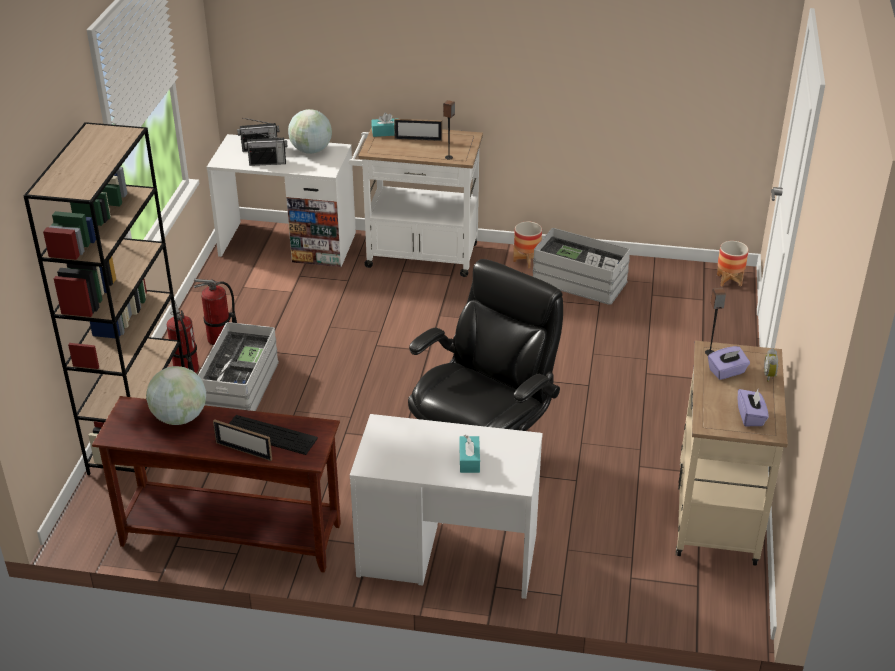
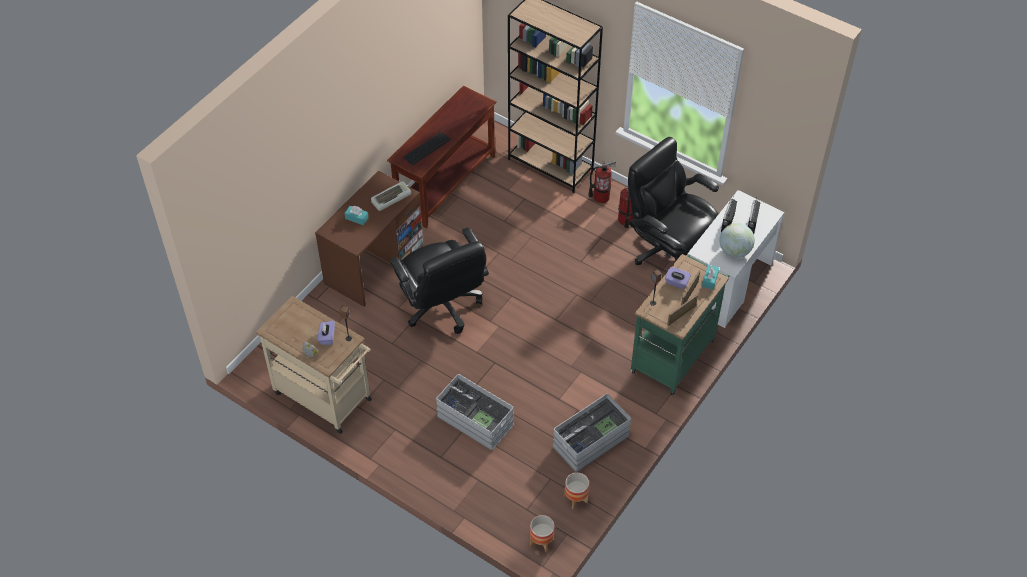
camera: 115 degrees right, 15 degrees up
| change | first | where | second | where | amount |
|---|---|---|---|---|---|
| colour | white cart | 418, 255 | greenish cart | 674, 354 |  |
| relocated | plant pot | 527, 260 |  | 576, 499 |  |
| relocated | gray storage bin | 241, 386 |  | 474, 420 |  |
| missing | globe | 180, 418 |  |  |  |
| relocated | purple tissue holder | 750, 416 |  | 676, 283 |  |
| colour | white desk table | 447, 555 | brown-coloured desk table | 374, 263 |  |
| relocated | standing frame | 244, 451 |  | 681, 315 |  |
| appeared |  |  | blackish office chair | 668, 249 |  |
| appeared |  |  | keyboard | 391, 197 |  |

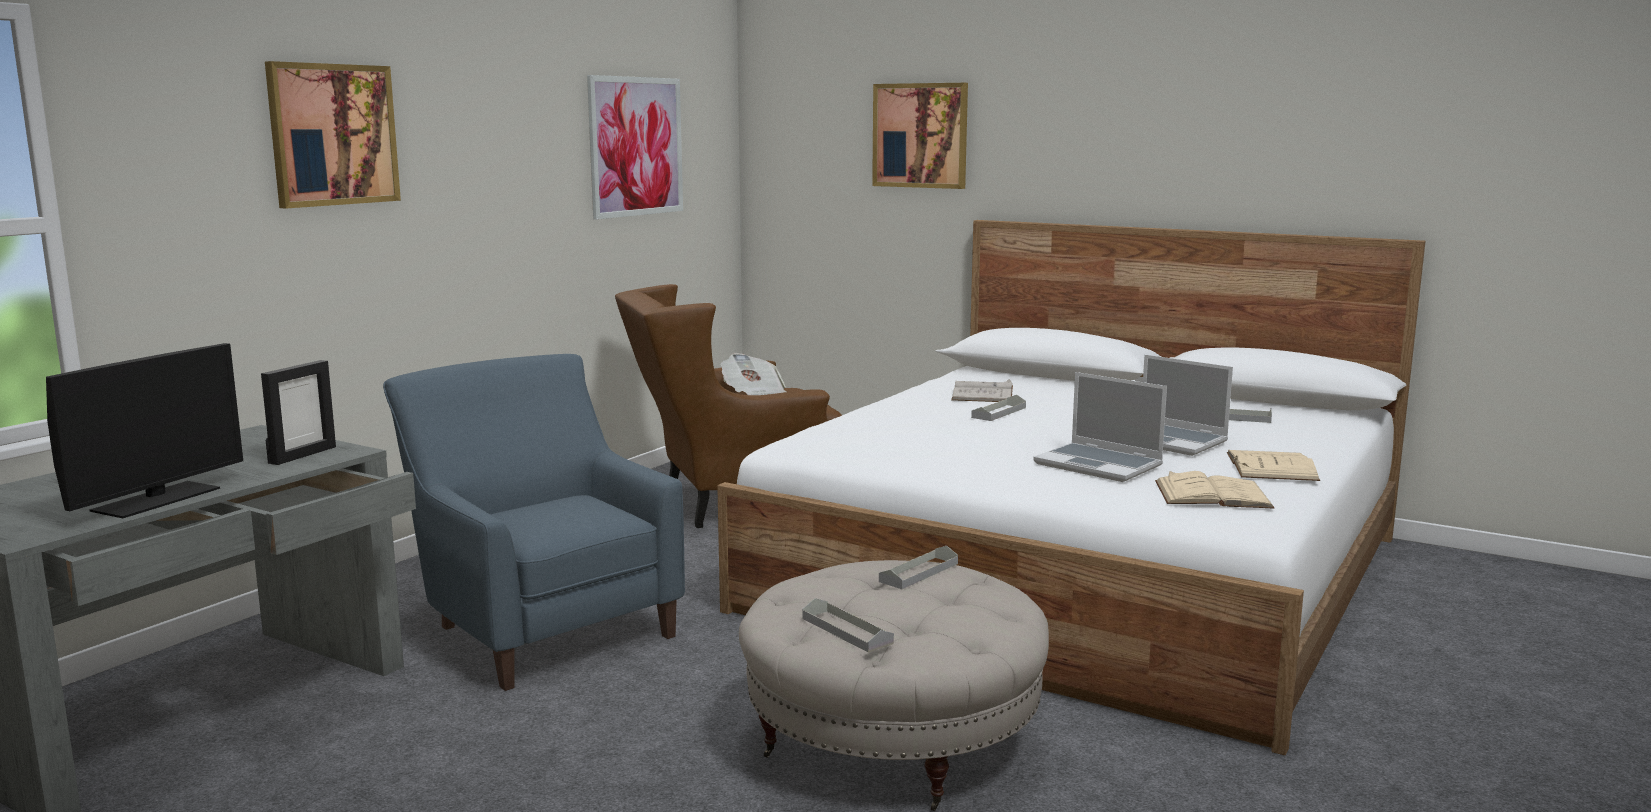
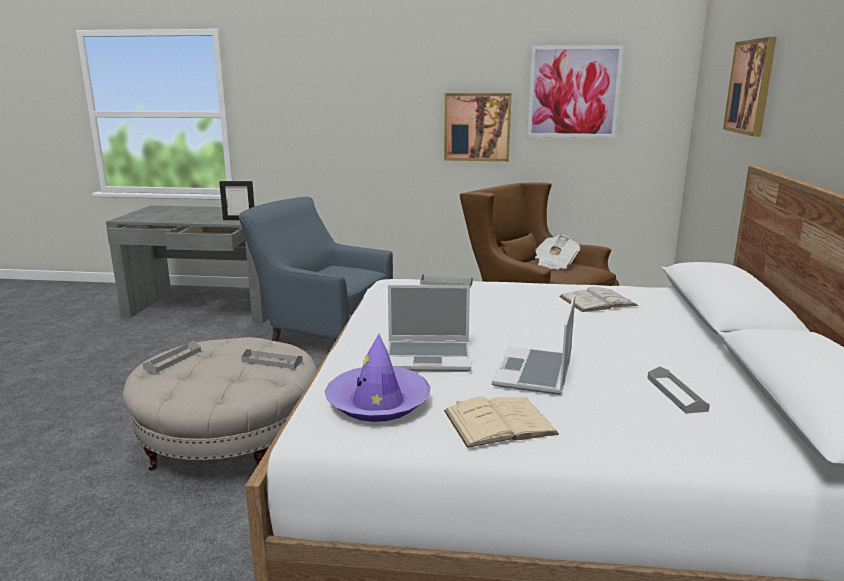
camera: 65 degrees right, 5 degrees up
| change | first | where | second | where | amount |
|---|---|---|---|---|---|
| relocated | wall picture | 333, 134 |  | 477, 127 |  |
| missing | monitor | 156, 499 |  |  |  |
| spun | blue-coloured armchair | 539, 626 |  | 320, 333 | 90 degrees counterclockwise |
| spun | portable computer | 1100, 465 |  | 429, 357 | 105 degrees counterclockwise |
| relocated | gray tray | 999, 412 |  | 446, 283 |  |
| exchanged | beige book | 1212, 494 | purple clothing hat | 378, 402 |  |

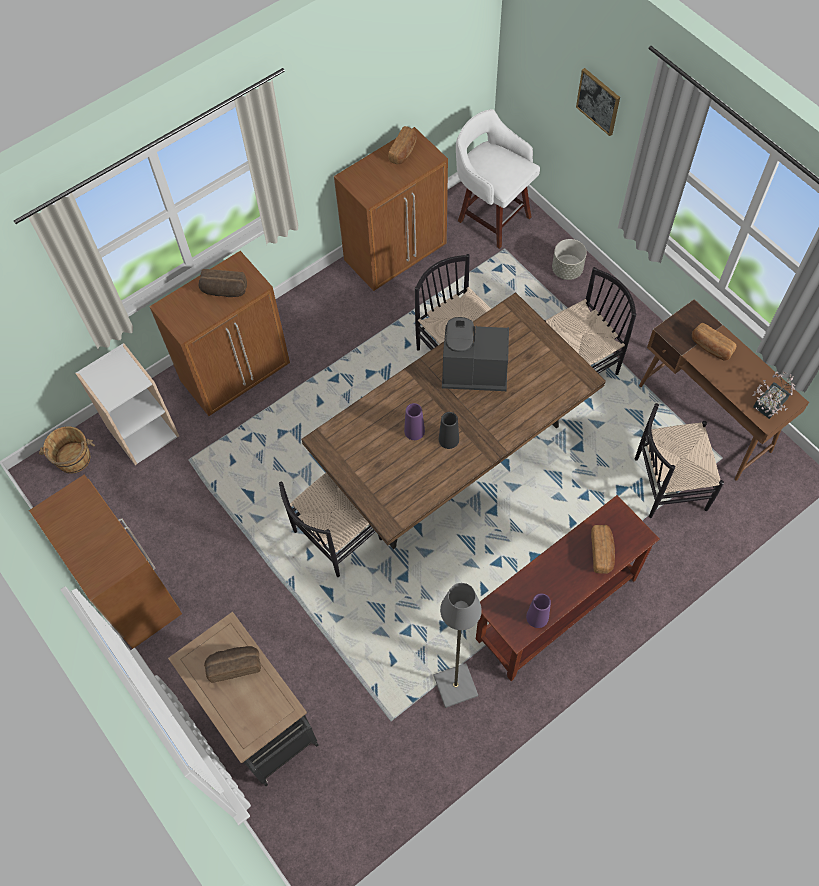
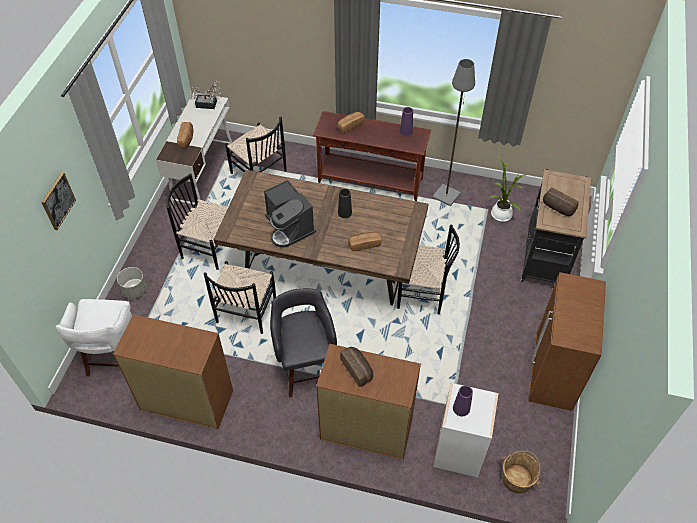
camera: 130 degrees left, 10 degrees down
| change | first | where | second | where | amount |
|---|---|---|---|---|---|
| relocated | baked bread | 404, 151 |  | 364, 244 |  |
| colour | brown-coloured desk table | 705, 418 | white desk table | 204, 177 |  |
| relocated | purple flower vase | 414, 431 |  | 461, 408 |  |
| appeared |  |  | potted plant | 500, 213 |  |
| appeared |  |  | gray stool seat | 306, 369 |  |

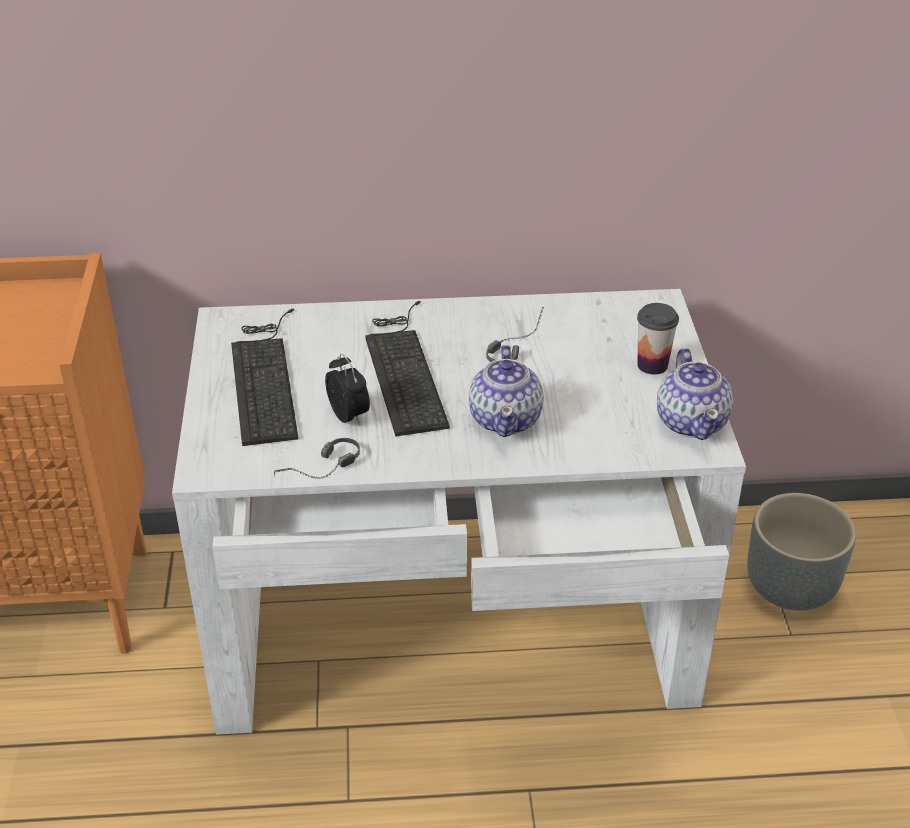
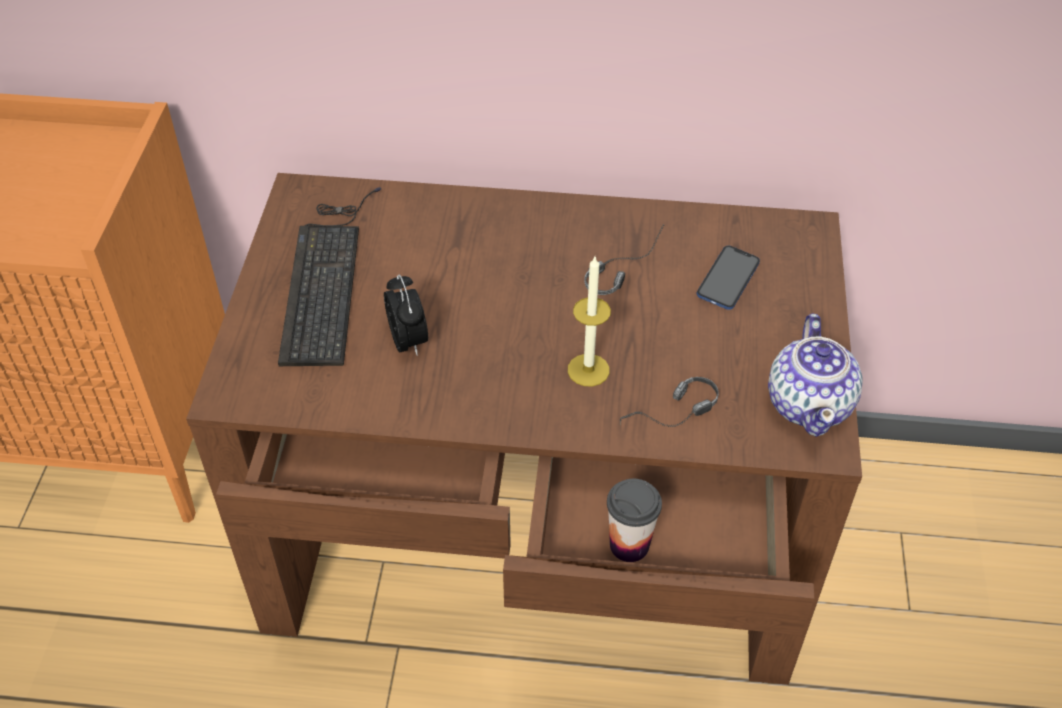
camera: 10 degrees right, 10 degrees up
| change | first | where | second | where | amount |
|---|---|---|---|---|---|
| colour | white desk table | 458, 639 | brown-coloured desk table | 537, 558 |  |
| missing | keyboard | 404, 369 |  |  |  |
| relocated | small cup | 652, 365 |  | 629, 545 |  |
| exchanged | pot for tea | 506, 419 | candle | 588, 370 |  |
| relocated | headset | 320, 472 |  | 670, 418 |  |
| missing | gray plant pot | 790, 588 |  |  |  |
| appeared |  |  | phone | 728, 279 |  |

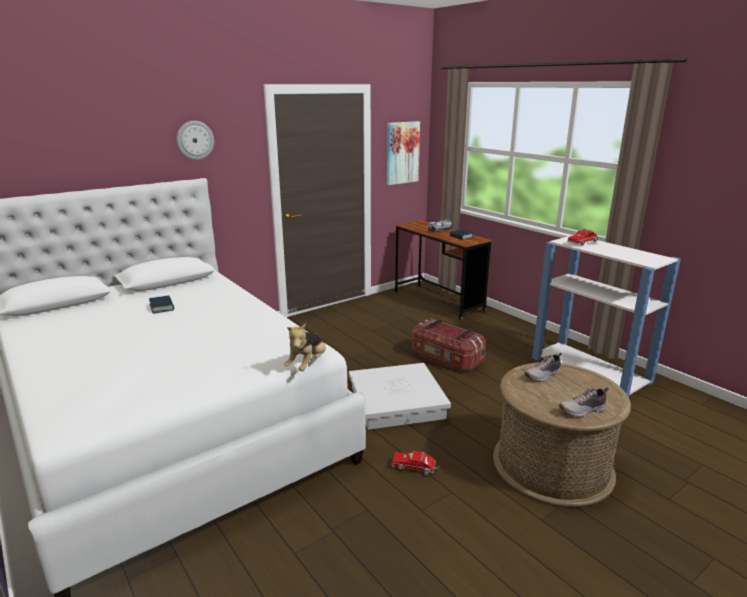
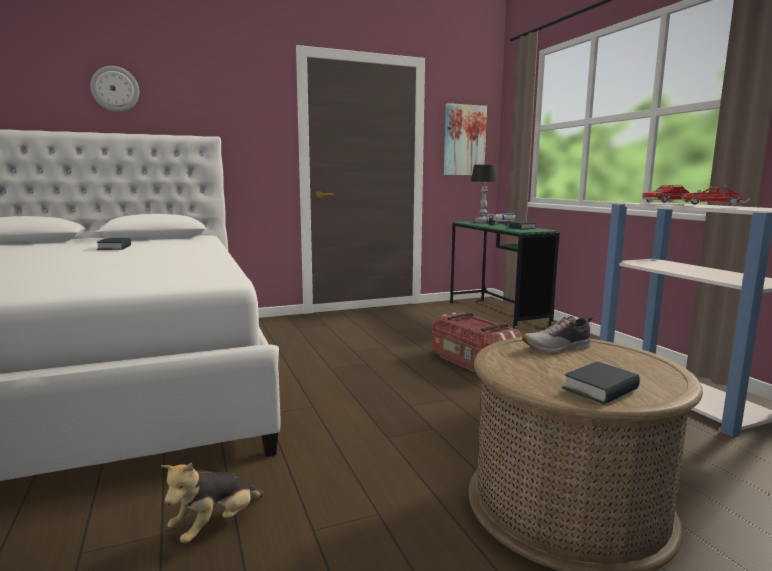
camera: 15 degrees right, 10 degrees down
| change | first | where | second | where | amount |
|---|---|---|---|---|---|
| relocated | wall clock | 195, 140 |  | 115, 89 |  |
| colour | brown-coloured desk table | 438, 301 | greenish desk table | 497, 314 |  |
| relocated | plush toy | 307, 364 |  | 215, 525 |  |
| missing | white storage bin | 397, 402 |  |  |  |
| exchanged | item of footwear | 583, 410 | book | 600, 389 |  |
| relocated | toy lorry | 416, 468 |  | 713, 206 |  |
| appeared |  |  | tabletop lamp | 483, 222 |  |

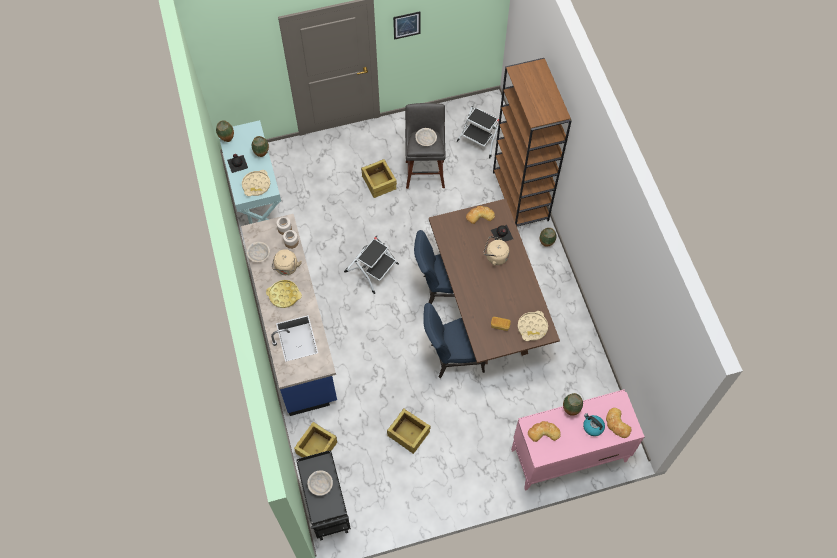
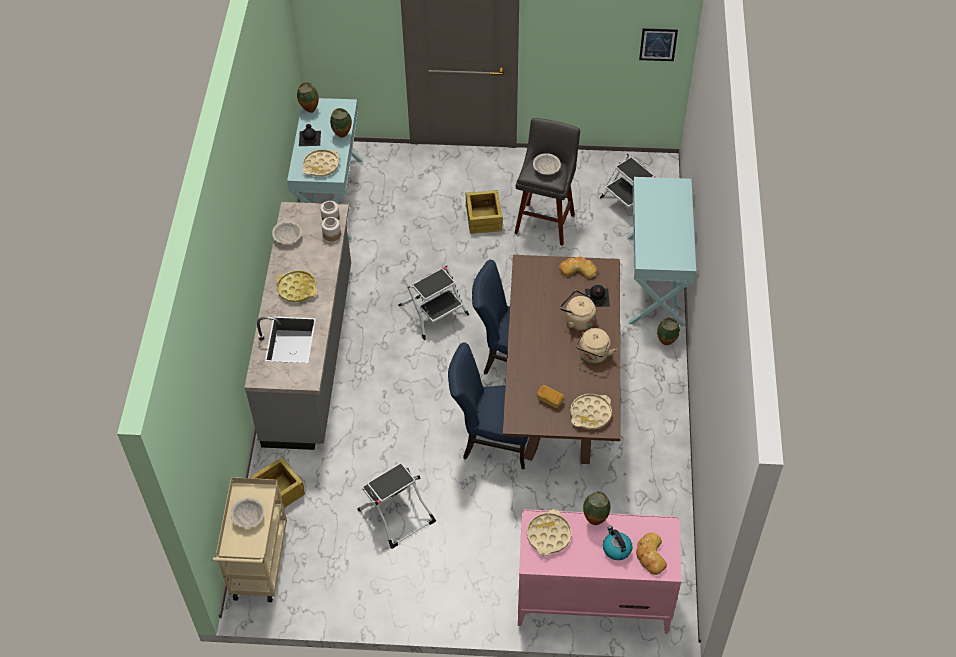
camera: 20 degrees right, 10 degrees down
| change | first | where | second | where | amount |
|---|---|---|---|---|---|
| relocated | wall picture | 406, 25 |  | 658, 44 |  |
| exchanged | brown-coloured shelving unit | 521, 196 | blue-green desk table | 656, 280 |  |
| colour | blue-coloured kitchen base unit | 295, 331 | gray kitchen base unit | 310, 354 |  |
| relocated | beige water kettle | 286, 268 |  | 593, 355 |  |
| exchanged | packing crate | 408, 434 | step stool | 396, 512 |  |
| exchanged | baked bread | 543, 432 | beige tray | 548, 535 |  |
| colour | blackish cart | 327, 508 | beige cart | 259, 566 |  |

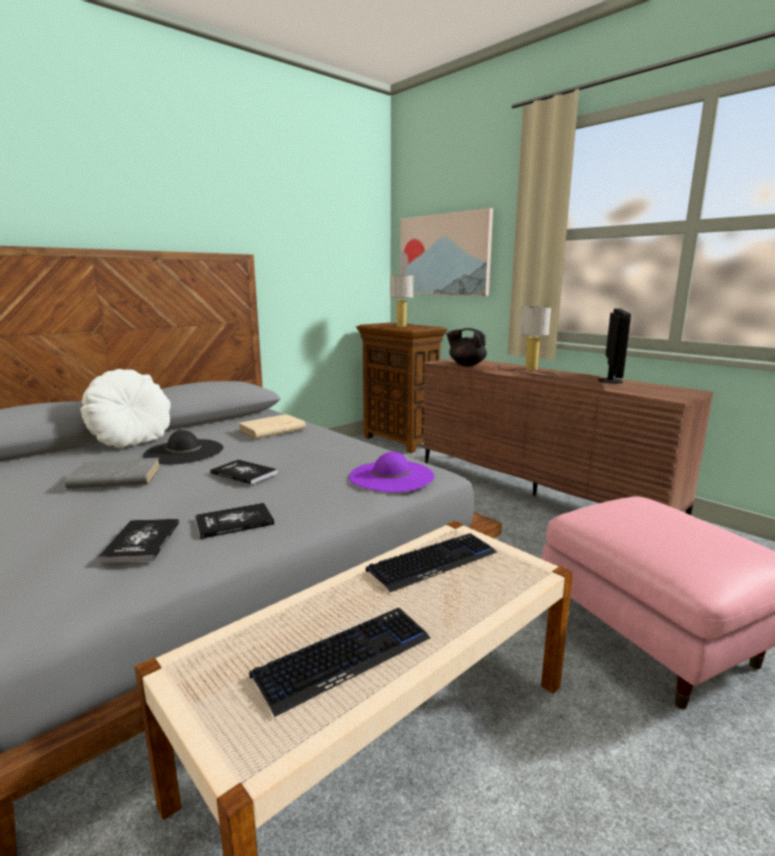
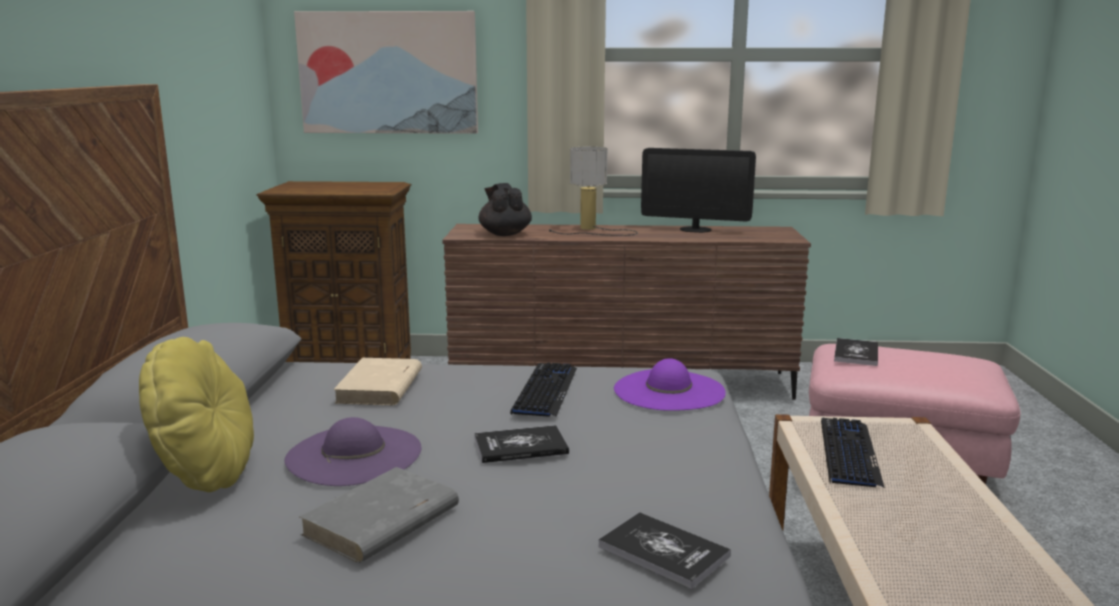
camera: 45 degrees left, 0 degrees up
| change | first | where | second | where | amount |
|---|---|---|---|---|---|
| missing | tabletop lamp | 404, 326 |  |  |  |
| spun | monitor | 610, 381 |  | 695, 229 | 135 degrees clockwise |
| spun | blackish pot for tea | 466, 364 |  | 505, 234 | 90 degrees clockwise |
| colour | white cushion | 132, 443 | yellowish cushion | 207, 478 |  |
| colour | blackish clothing hat | 184, 452 | purple clothing hat | 354, 454 |  |
| relocated | book | 234, 522 |  | 856, 353 |  |
| relocated | keyboard | 344, 658 |  | 545, 391 |  |

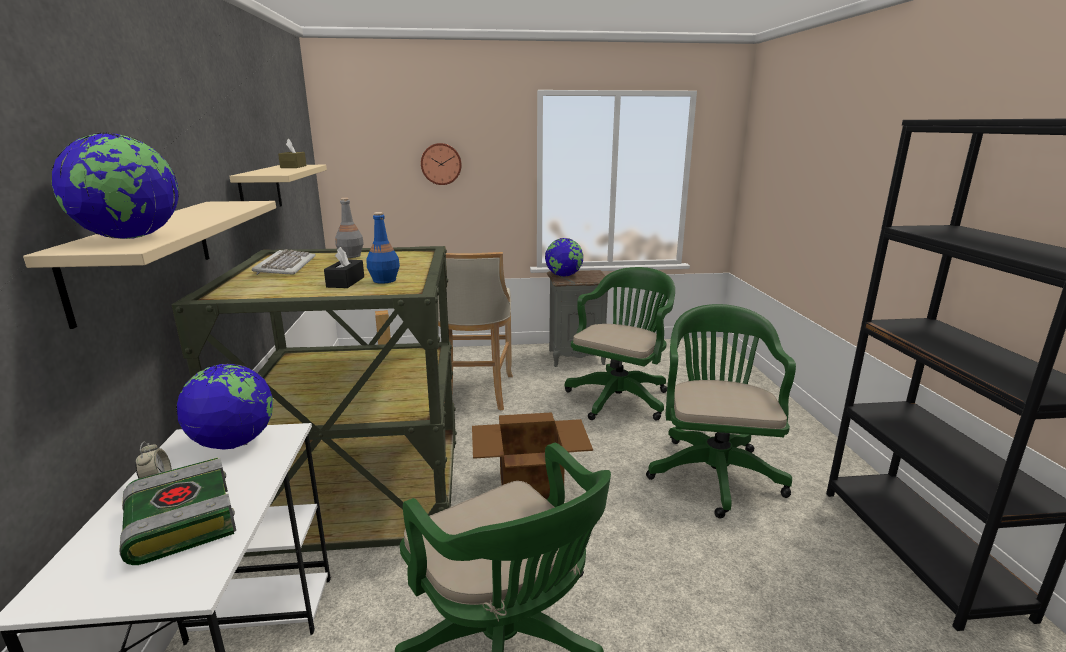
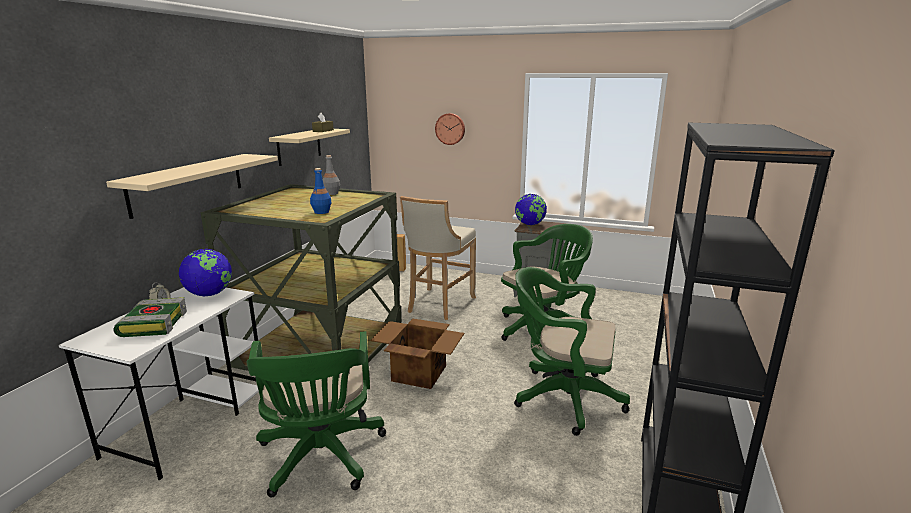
camera: 25 degrees right, 0 degrees up
| change | first | where | second | where | amount |
|---|---|---|---|---|---|
| missing | globe | 131, 238 |  |  |  |
| missing | blackish tissue holder | 345, 282 |  |  |  |
| missing | keyboard | 285, 266 |  |  |  |
| spun | greenish office chair | 713, 471 |  | 562, 398 | 105 degrees counterclockwise |

